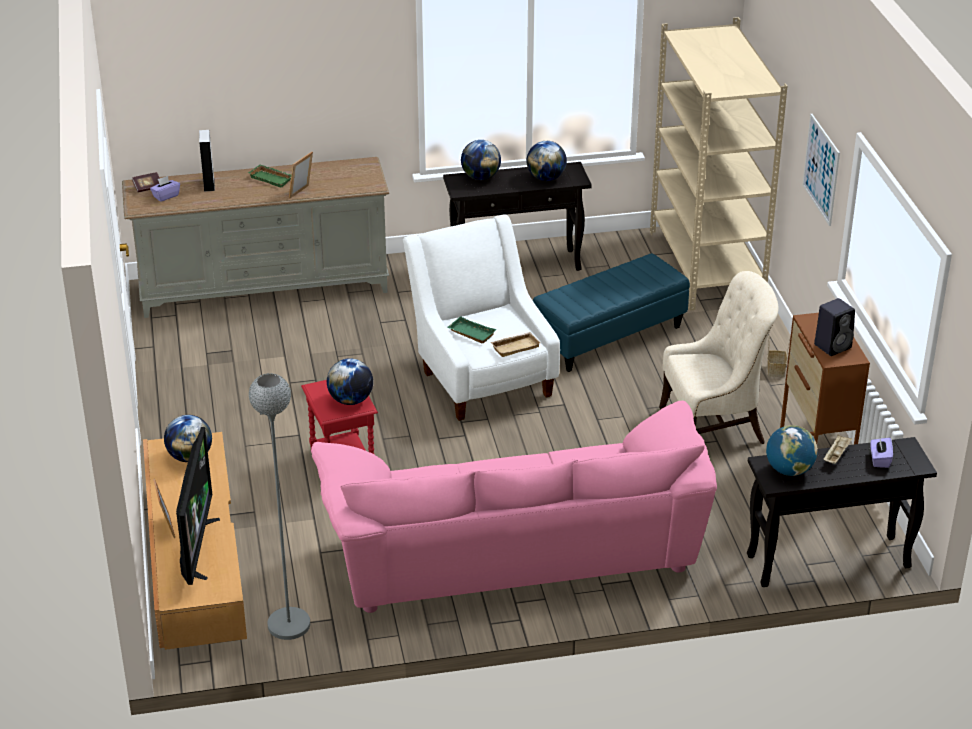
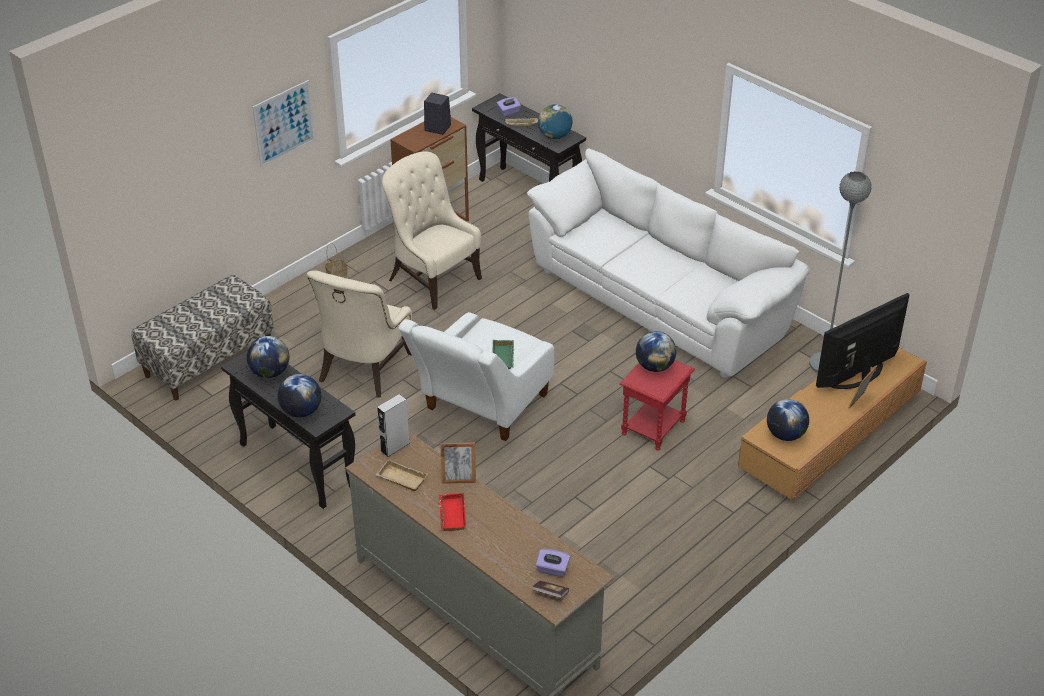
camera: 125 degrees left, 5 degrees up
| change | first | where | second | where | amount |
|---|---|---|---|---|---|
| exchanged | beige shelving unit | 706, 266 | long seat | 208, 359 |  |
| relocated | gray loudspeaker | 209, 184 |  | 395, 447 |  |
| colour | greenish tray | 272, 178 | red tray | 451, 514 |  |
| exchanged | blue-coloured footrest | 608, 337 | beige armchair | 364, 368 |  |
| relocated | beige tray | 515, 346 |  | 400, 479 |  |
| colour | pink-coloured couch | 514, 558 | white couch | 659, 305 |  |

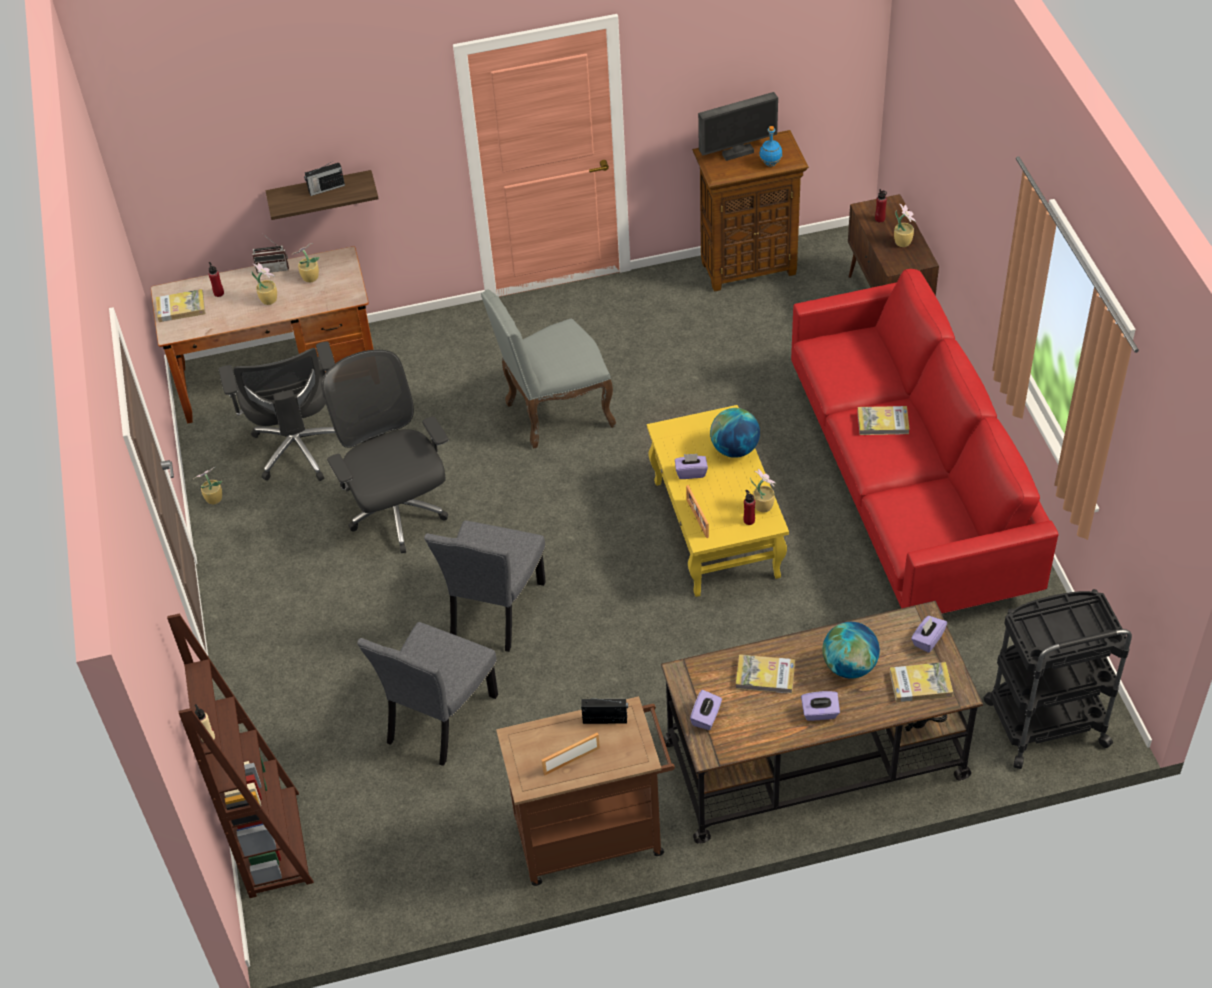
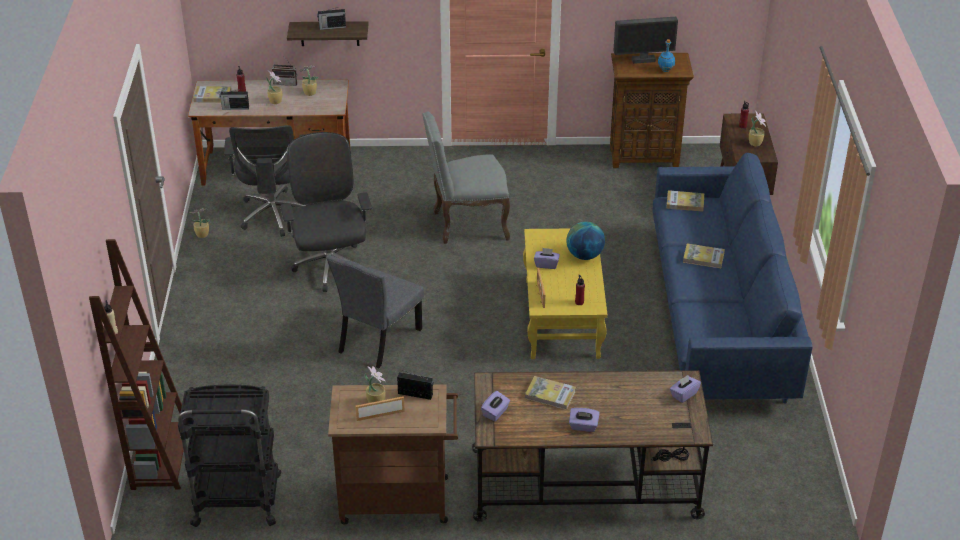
camera: 10 degrees right, 10 degrees down
| change | first | where | second | where | amount |
|---|---|---|---|---|---|
| colour | red couch | 909, 487 | blue-coloured couch | 719, 317 |  |
| relocated | potted plant | 763, 505 |  | 376, 402 |  |
| relocated | blackish cart | 1046, 722 |  | 237, 499 |  |
| missing | gray upright chair | 440, 715 |  |  |  |
| missing | globe | 849, 666 |  |  |  |
| relocated | book | 920, 684 |  | 685, 202 |  |
| appeared |  |  | radio | 235, 108 |  |

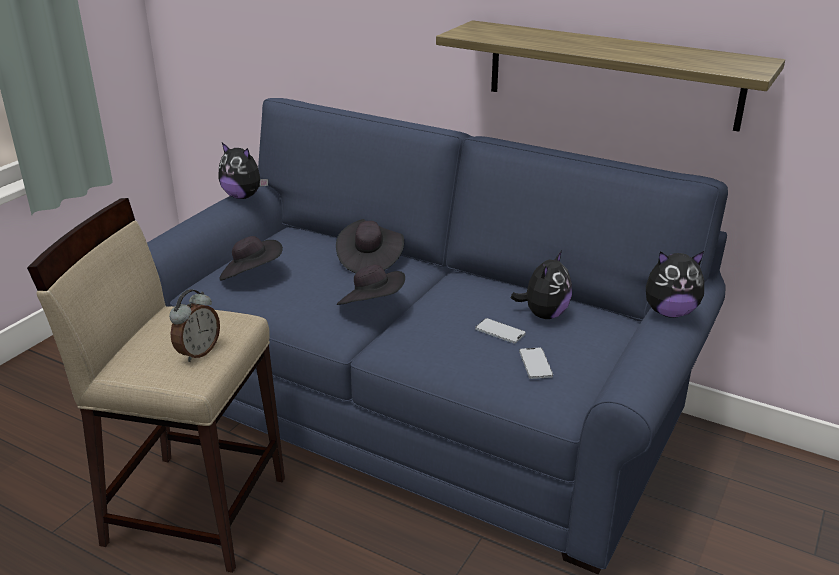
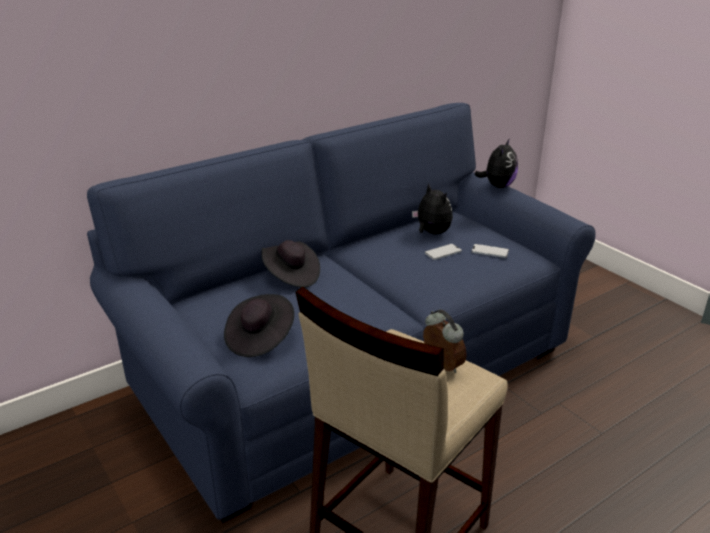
camera: 65 degrees left, 0 degrees up
| change | first | where | second | where | amount |
|---|---|---|---|---|---|
| missing | shelf | 611, 74 |  |  |  |
| missing | plush toy | 243, 196 |  |  |  |
| missing | blackish clothing hat | 372, 305 |  |  |  |

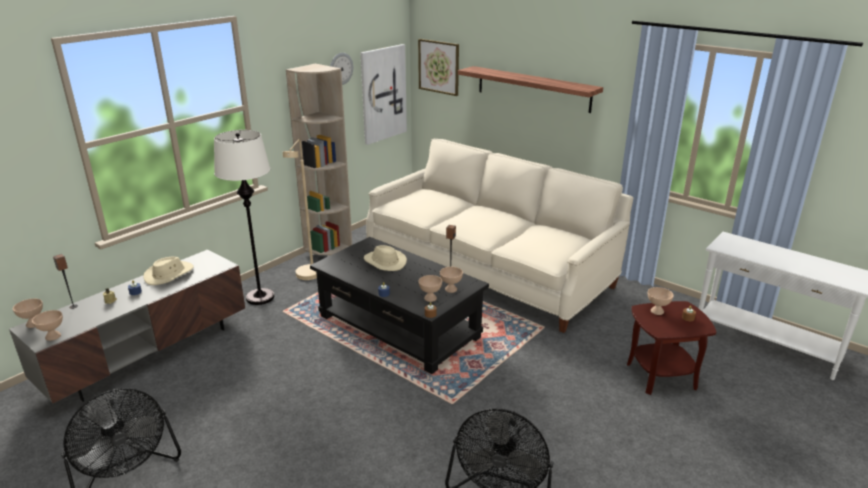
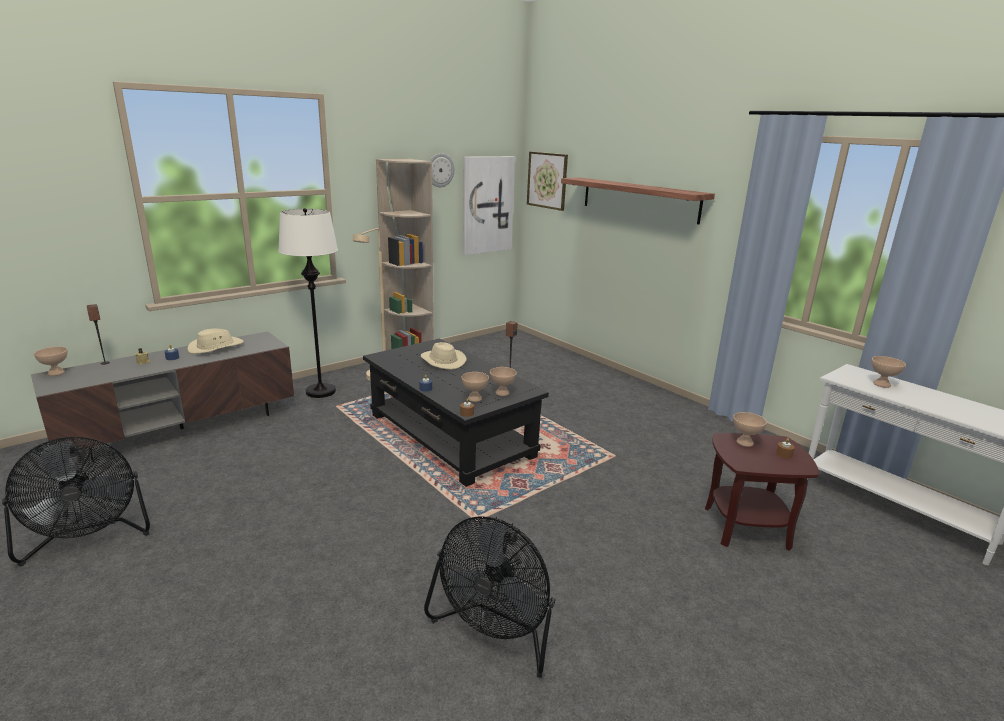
camera: 10 degrees right, 5 degrees down
| change | first | where | second | where | amount |
|---|---|---|---|---|---|
| missing | beige couch | 490, 269 |  |  |  |
| relocated | beige deep dish | 52, 336 |  | 881, 384 |  |

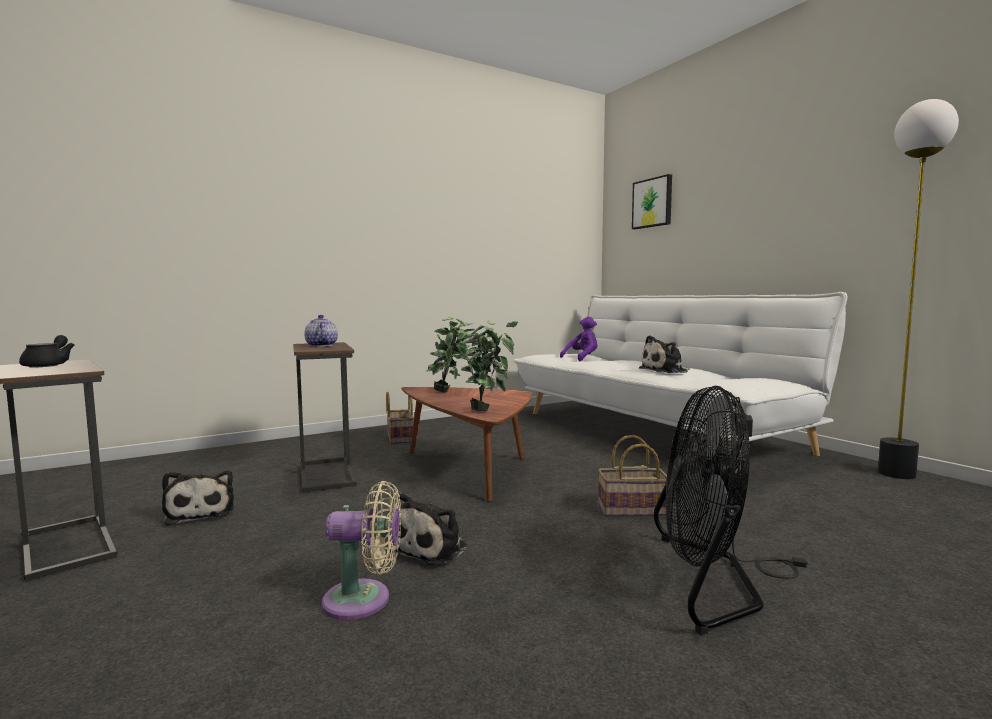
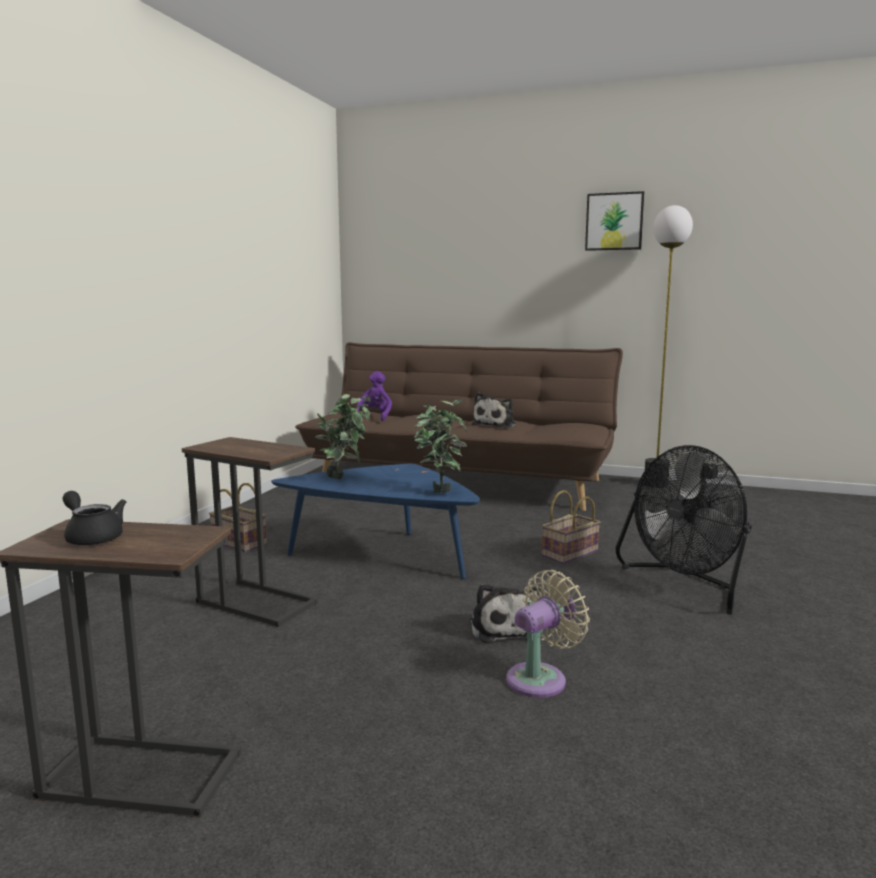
camera: 40 degrees left, 5 degrees up
| change | first | where | second | where | amount |
|---|---|---|---|---|---|
| relocated | wall picture | 652, 203 |  | 614, 221 |  |
| colour | white couch | 654, 431 | brown-coloured couch | 461, 482 |  |
| missing | pot for tea | 321, 345 |  |  |  |
| colour | brown-coloured lounge table | 471, 468 | blue-coloured lounge table | 385, 554 |  |
| missing | plush toy | 201, 512 |  |  |  |

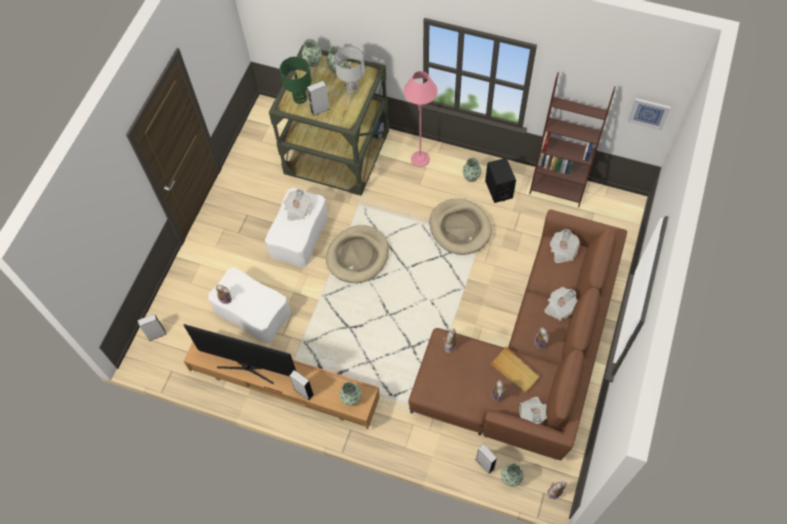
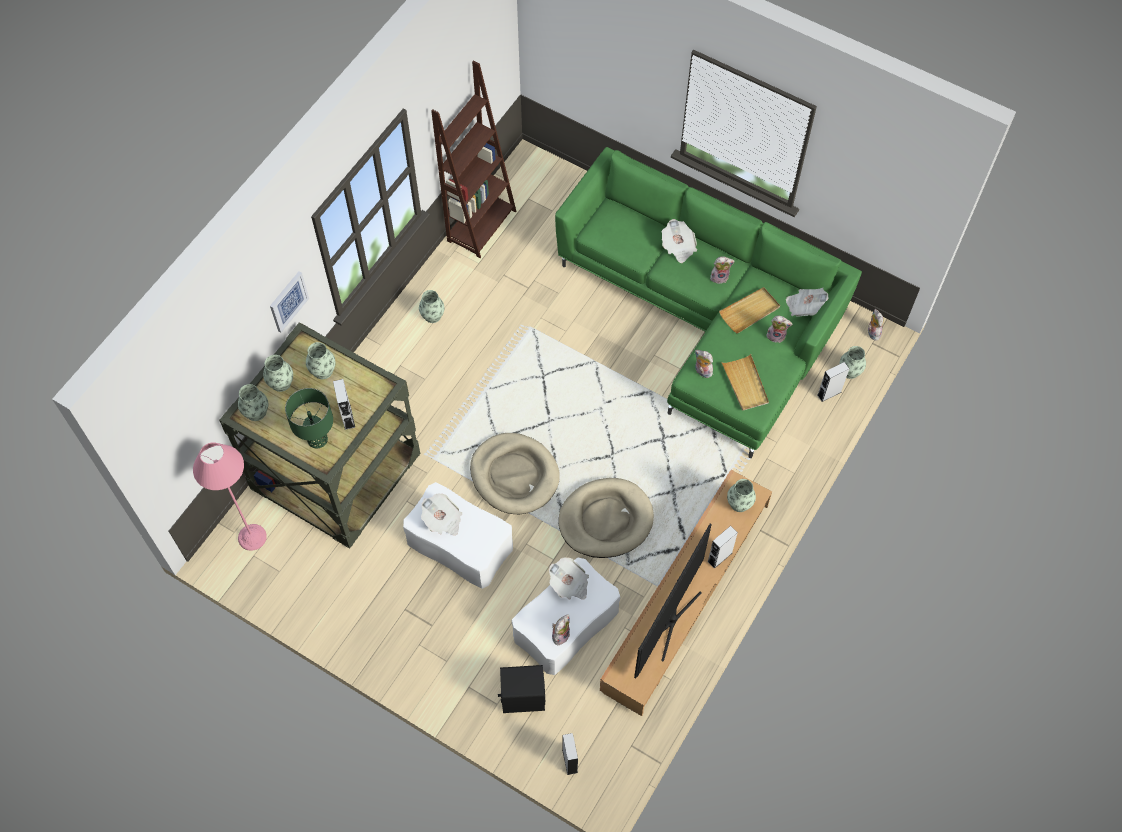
camera: 80 degrees left, 0 degrees up
| change | first | where | second | where | amount |
|---|---|---|---|---|---|
| exchanged | white tabletop lamp | 352, 88 | flower vase | 323, 370 |  |
| relocated | pink-coloured floor lamp | 420, 159 |  | 252, 537 |  |
| relocated | wall picture | 649, 113 |  | 288, 301 |  |
| relocated | blackish loudspeaker | 498, 189 |  | 522, 697 |  |
| relocated | beige dog cushion | 460, 228 |  | 605, 520 |  |
| colour | brown-coloured couch | 528, 358 | greenish couch | 706, 317 |  |
| relocated | daily paper | 562, 251 |  | 569, 584 |  |
| appeared |  |  | beige tray | 745, 384 |  |

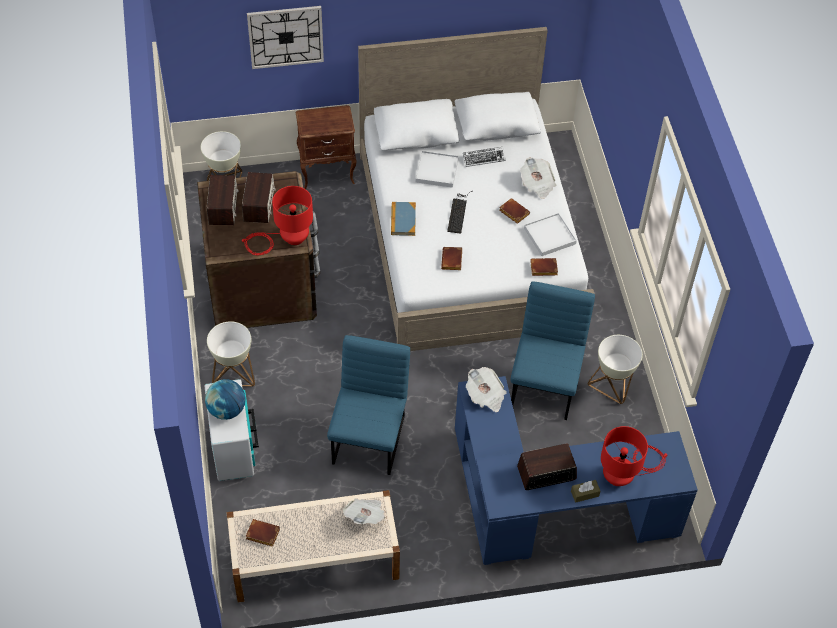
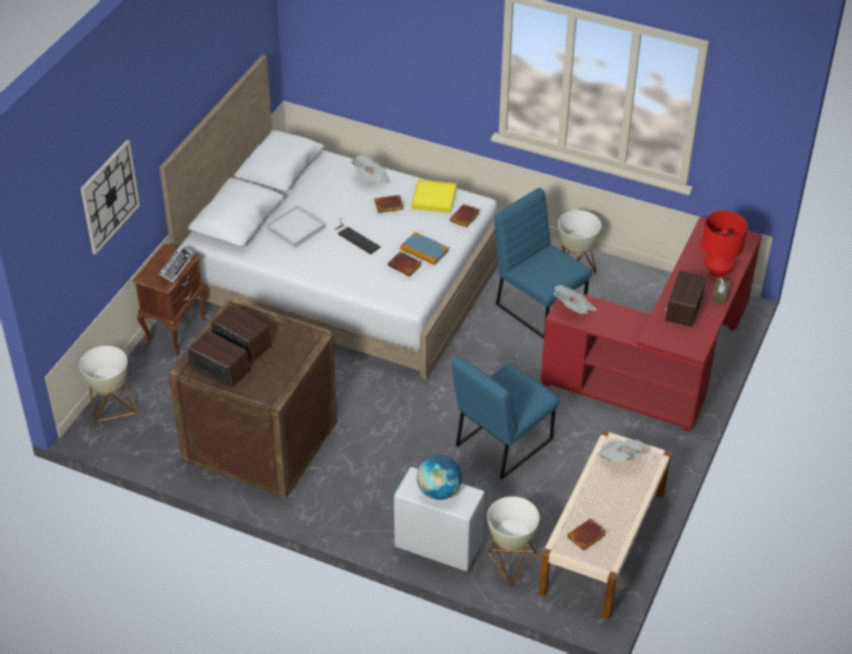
camera: 55 degrees left, 10 degrees down
| change | first | where | second | where | amount |
|---|---|---|---|---|---|
| relocated | keyboard | 484, 158 |  | 176, 266 |  |
| missing | red tabletop lamp | 280, 240 |  |  |  |
| relocated | book | 403, 220 |  | 424, 250 |  |
| colour | white tray | 549, 236 | yellowish tray | 433, 198 |  |
| relocated | plant pot | 234, 375 |  | 510, 562 |  |
| spun | blue-coloured upright chair | 370, 437 |  | 501, 443 | 90 degrees counterclockwise |
| colour | blue-coloured desk table | 550, 508 | red desk table | 663, 364 |  |

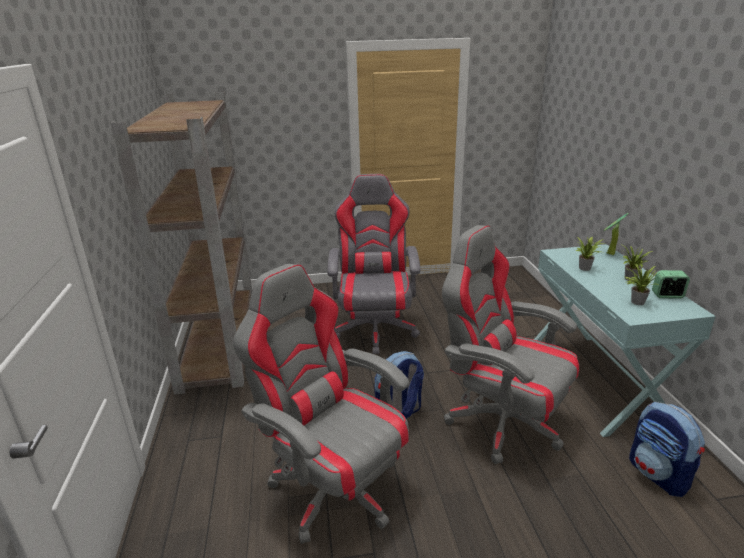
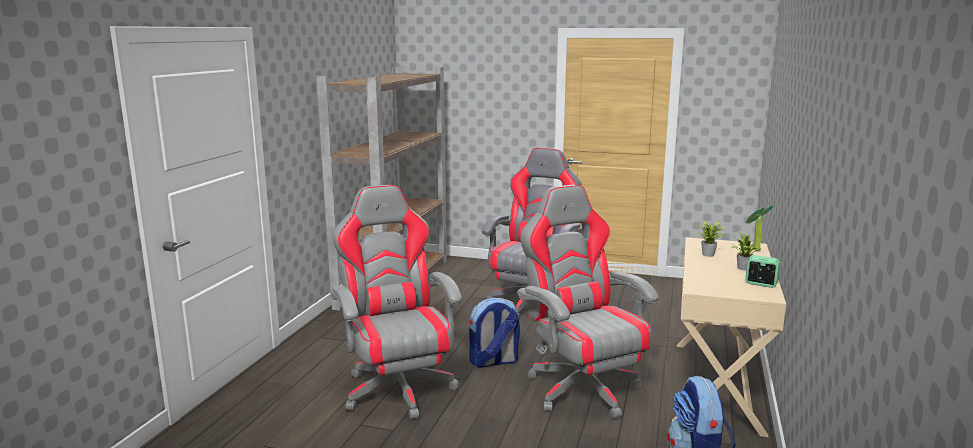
camera: 25 degrees right, 10 degrees down
| change | first | where | second | where | amount |
|---|---|---|---|---|---|
| colour | blue-green desk table | 596, 380 | beige desk table | 717, 385 |  |
| missing | potted plant | 636, 301 |  |  |  |

